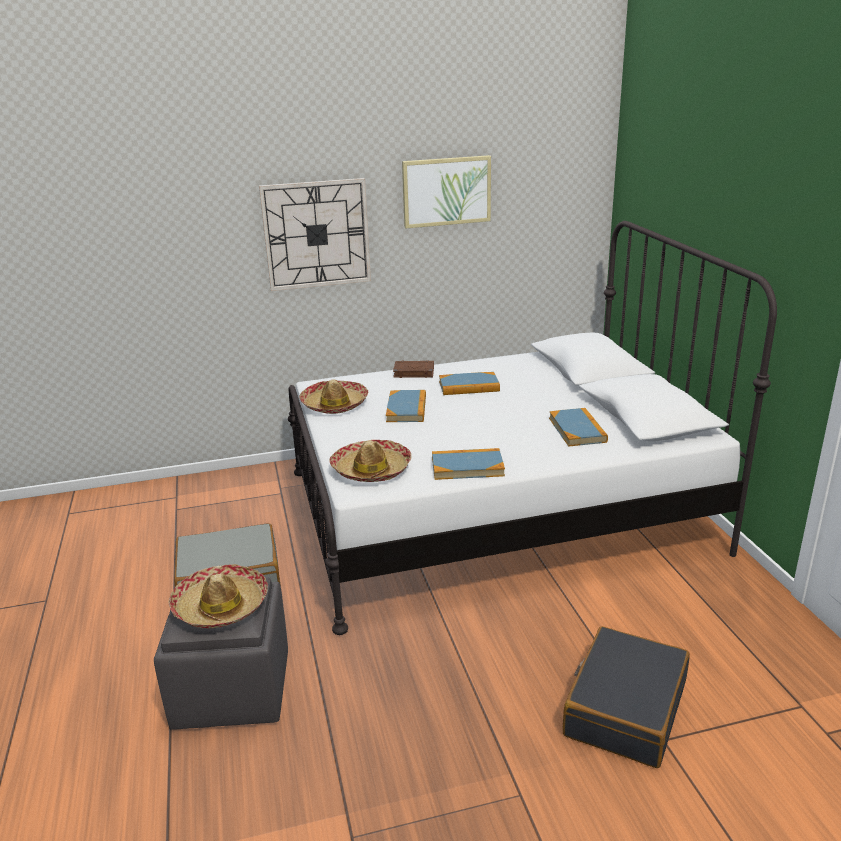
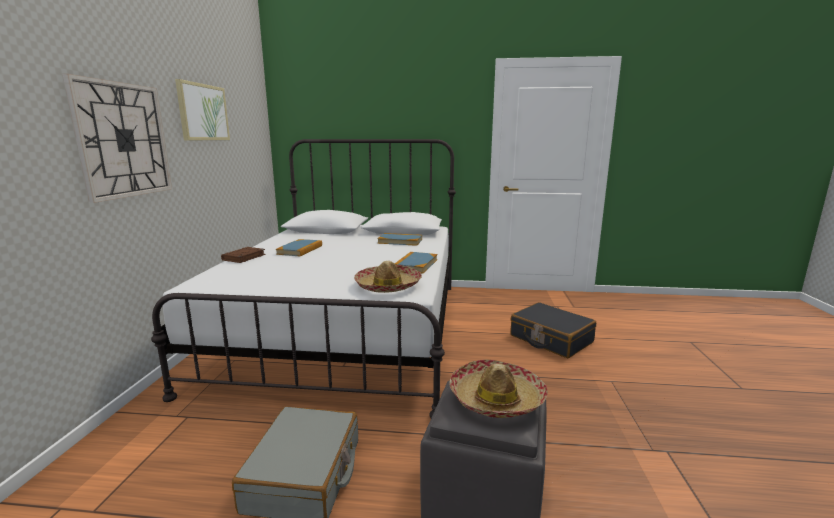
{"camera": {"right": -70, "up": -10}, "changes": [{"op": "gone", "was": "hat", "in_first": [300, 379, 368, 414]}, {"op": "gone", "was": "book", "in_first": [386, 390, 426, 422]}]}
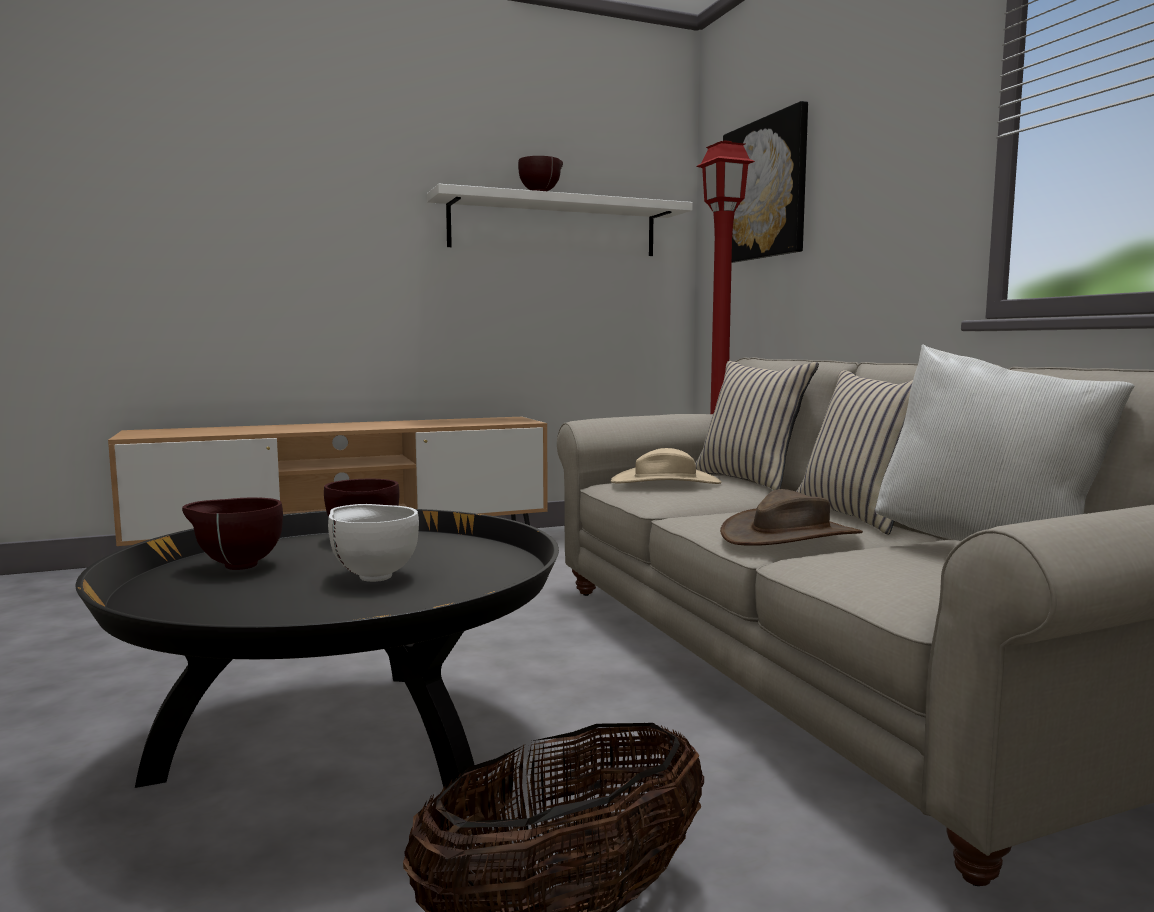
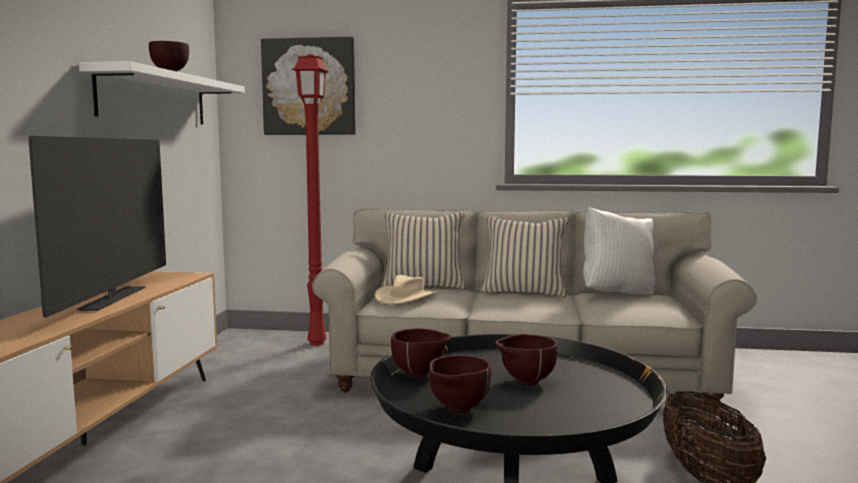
{"camera": {"right": -60, "up": 0}, "changes": [{"op": "repainted", "was": "bowl (white)", "now": "bowl (brown)", "in_first": [328, 504, 419, 582], "in_second": [495, 334, 558, 385]}, {"op": "gone", "was": "hat (brown)", "in_first": [720, 489, 863, 546]}, {"op": "new", "now": "television", "in_second": [29, 136, 166, 318]}]}
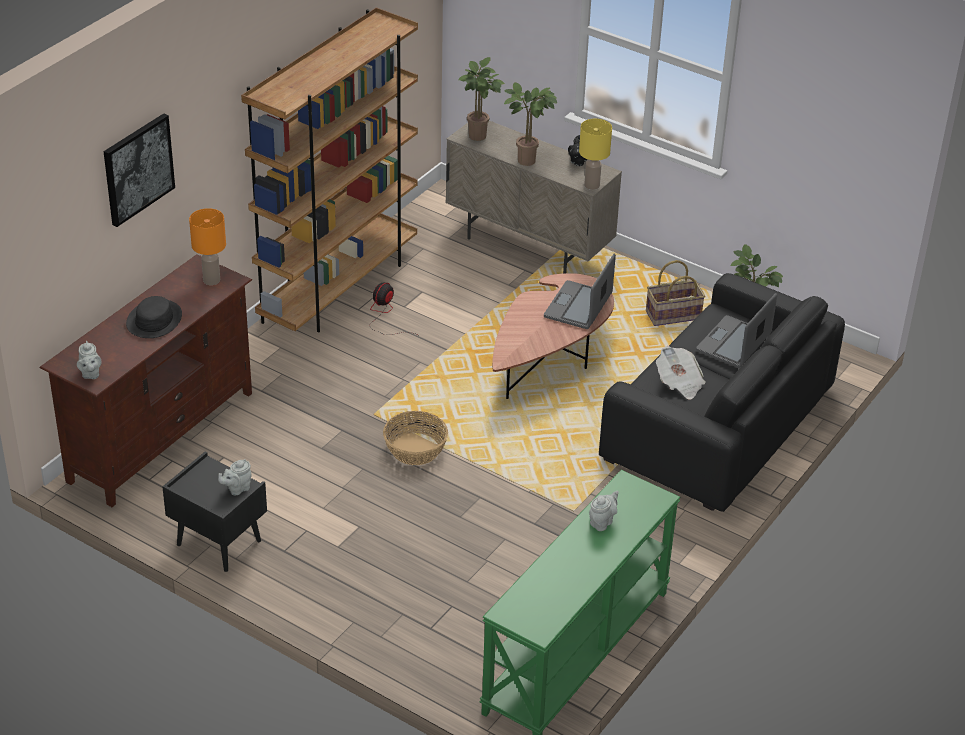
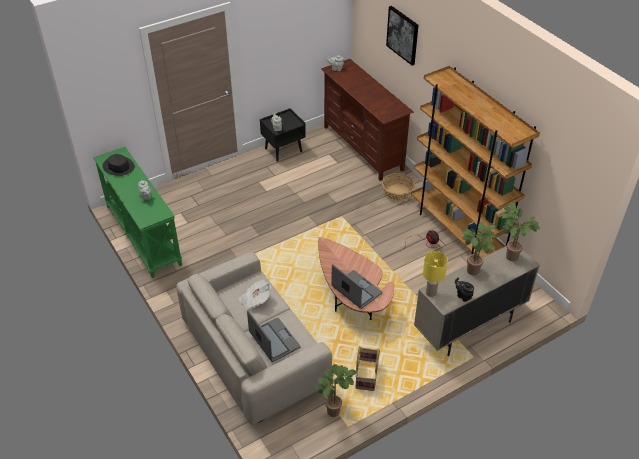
{"camera": {"right": 115, "up": 5}, "changes": [{"op": "shifted", "was": "hat (black)", "in_first": [126, 296, 182, 338], "in_second": [102, 154, 135, 176]}, {"op": "gone", "was": "table lamp (orange)", "in_first": [189, 208, 226, 285]}, {"op": "shifted", "was": "basket", "in_first": [383, 411, 448, 465], "in_second": [382, 173, 415, 200]}, {"op": "repainted", "was": "sofa (black)", "now": "sofa (beige)", "in_first": [599, 273, 845, 512], "in_second": [176, 252, 332, 425]}]}
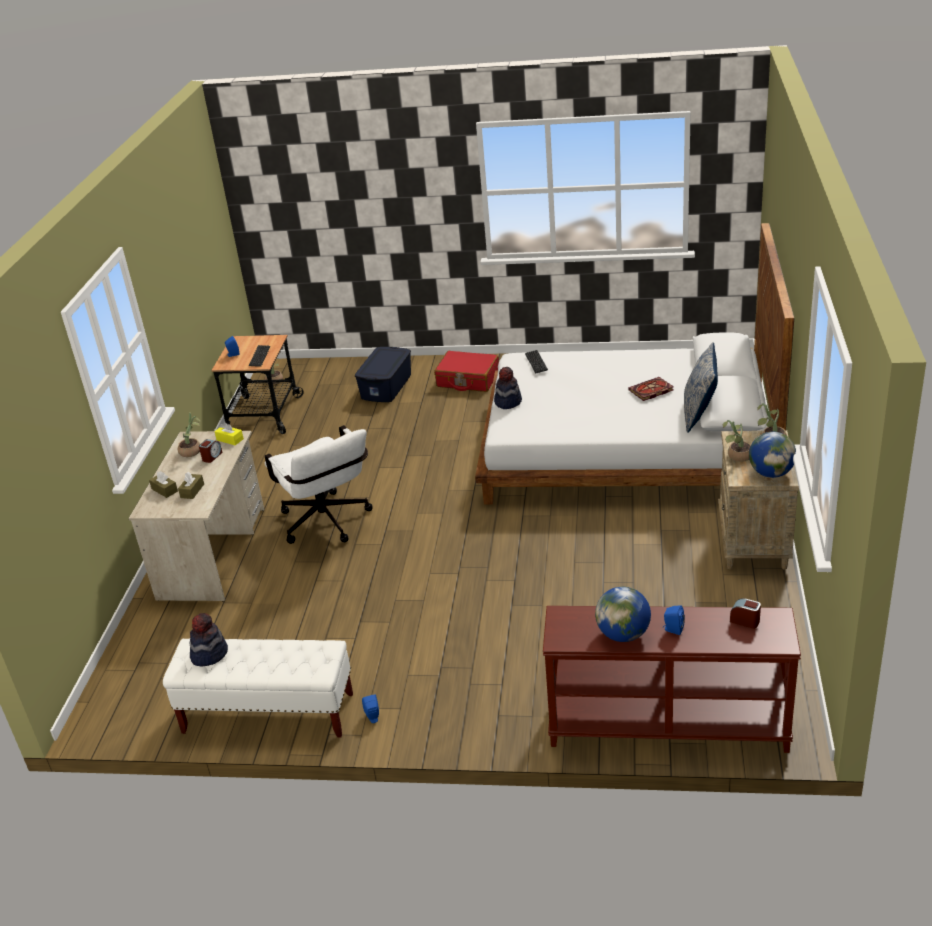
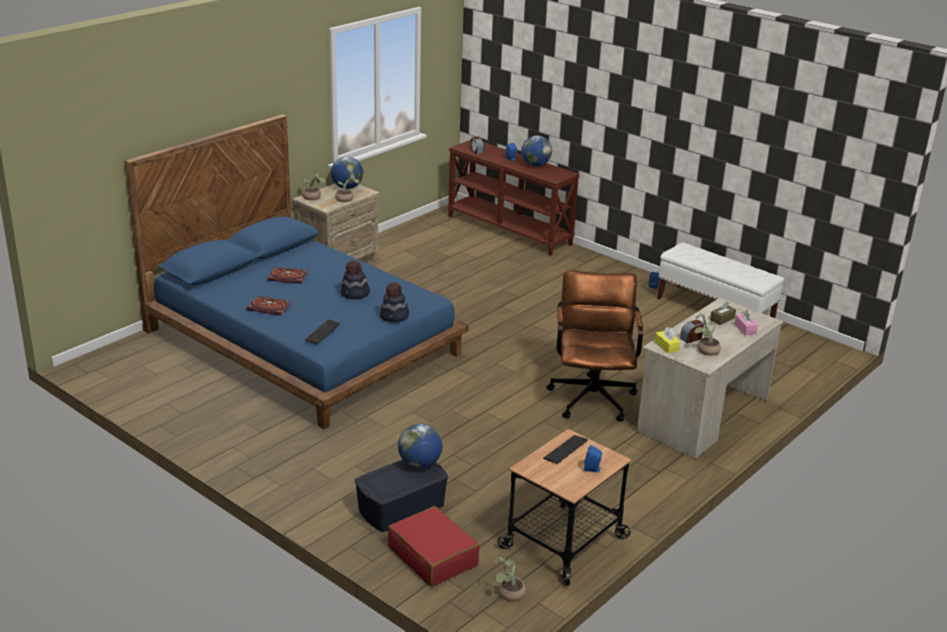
{"camera": {"right": -150, "up": -5}, "changes": [{"op": "repainted", "was": "tissue box (brown)", "now": "tissue box (pink)", "in_first": [149, 471, 178, 498], "in_second": [735, 311, 758, 335]}, {"op": "shifted", "was": "hat", "in_first": [190, 613, 228, 667], "in_second": [341, 260, 370, 299]}, {"op": "repainted", "was": "office chair (white)", "now": "office chair (brown)", "in_first": [265, 425, 373, 544], "in_second": [546, 270, 643, 422]}, {"op": "shifted", "was": "suitcase (red)", "in_first": [434, 351, 499, 392], "in_second": [388, 506, 480, 587]}, {"op": "repainted", "was": "bed (white)", "now": "bed (blue)", "in_first": [475, 223, 794, 504], "in_second": [125, 114, 469, 429]}, {"op": "gone", "was": "pillow", "in_first": [684, 342, 718, 433]}, {"op": "new", "now": "book", "in_second": [247, 296, 290, 315]}, {"op": "new", "now": "globe", "in_second": [398, 424, 442, 468]}]}
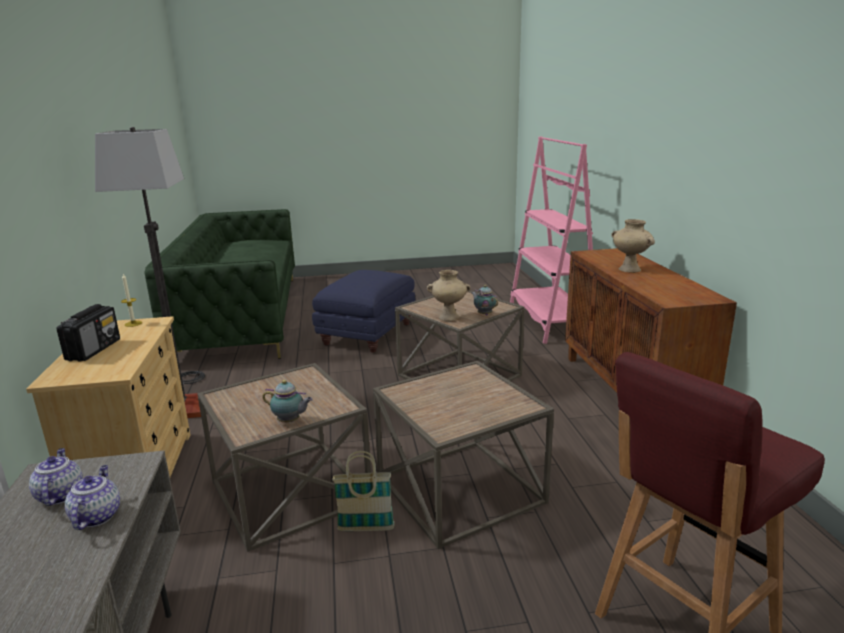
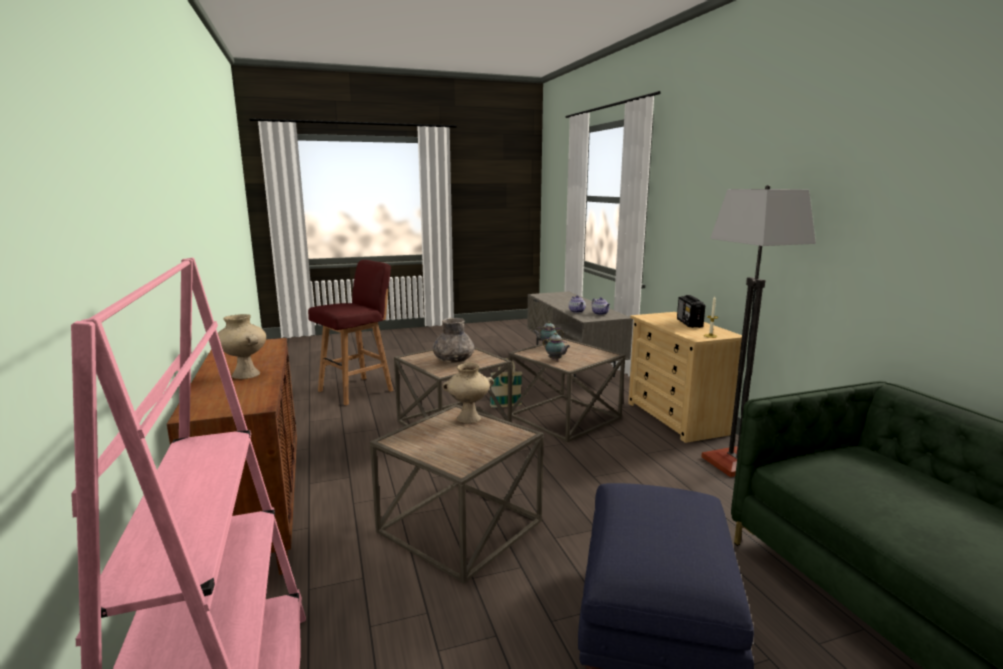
{"camera": {"right": 170, "up": -5}, "changes": [{"op": "shifted", "was": "teapot", "in_first": [471, 285, 498, 316], "in_second": [543, 333, 570, 360]}, {"op": "new", "now": "vase (grey)", "in_second": [432, 318, 475, 363]}]}
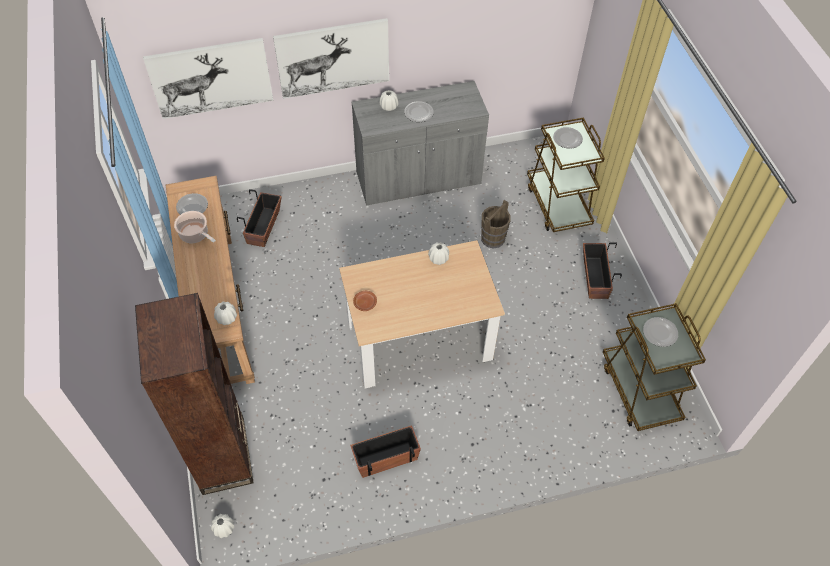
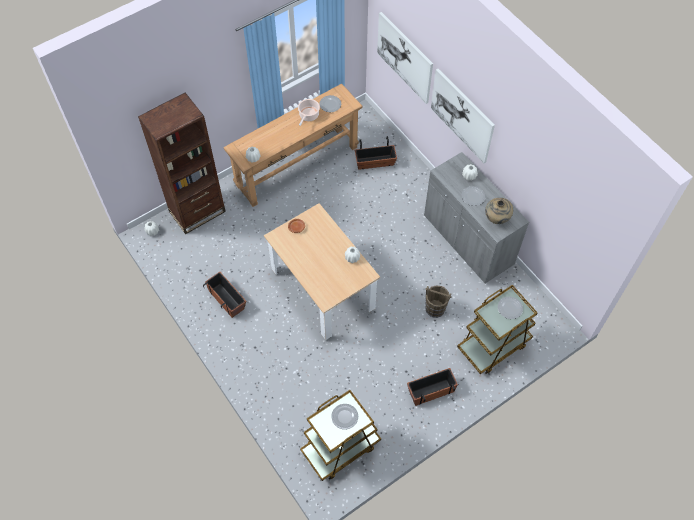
{"camera": {"right": 70, "up": 5}, "changes": [{"op": "new", "now": "vase (beige)", "in_second": [485, 198, 513, 224]}]}
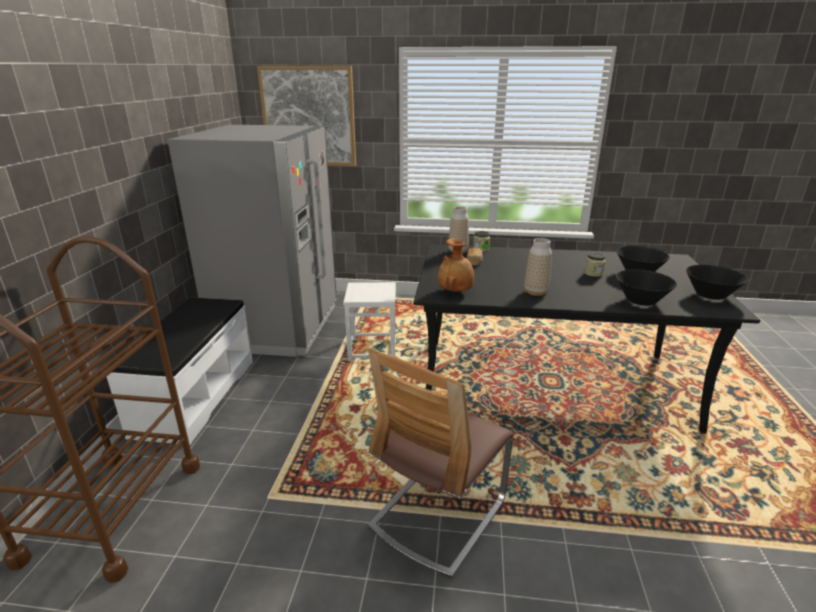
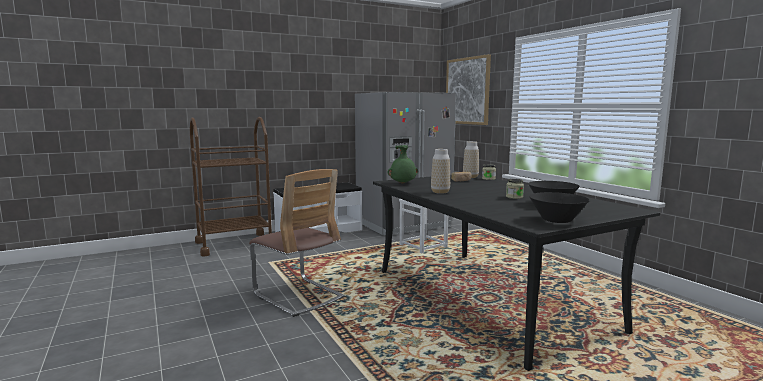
{"camera": {"right": 55, "up": -15}, "changes": [{"op": "rotated", "was": "chair", "in_first": [368, 349, 514, 578], "in_second": [249, 169, 344, 317], "clockwise": -135}, {"op": "repainted", "was": "vase (brown)", "now": "vase (green)", "in_first": [438, 238, 474, 292], "in_second": [387, 145, 418, 184]}, {"op": "gone", "was": "bowl (black)", "in_first": [616, 270, 677, 306]}]}
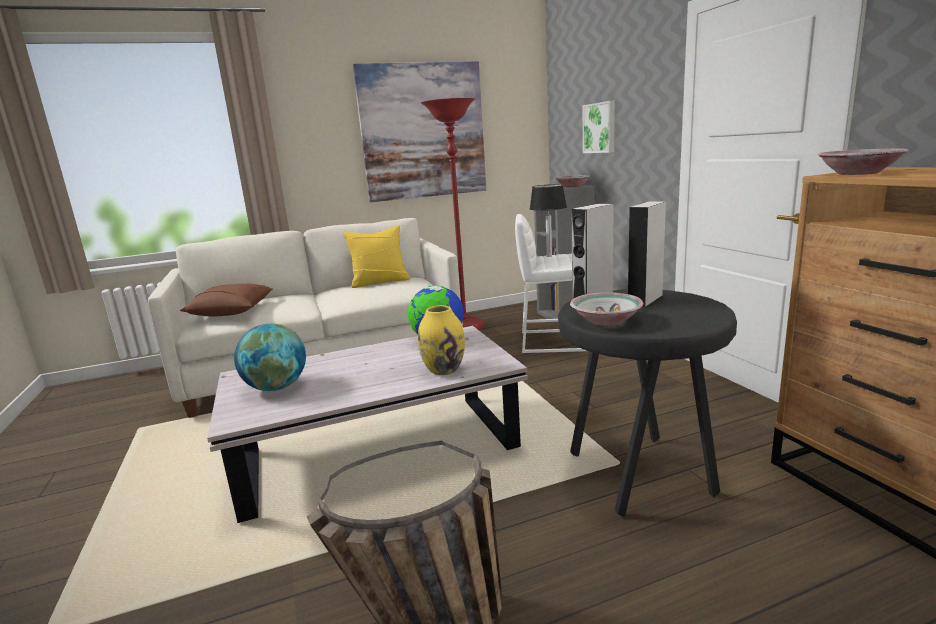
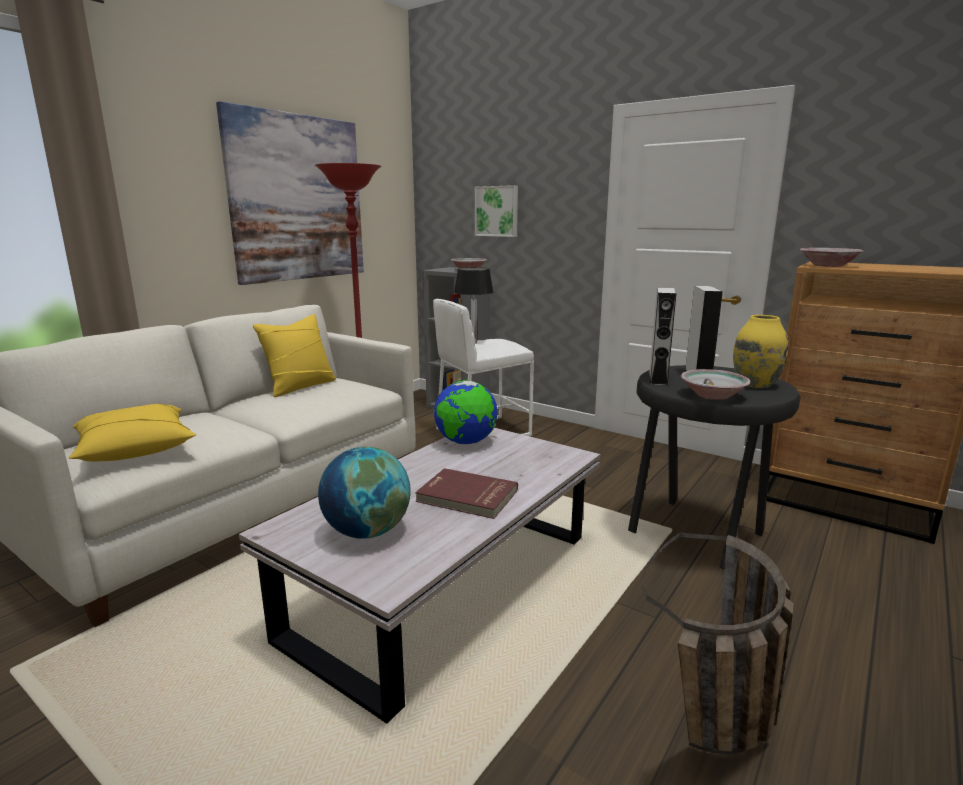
{"camera": {"right": -35, "up": 0}, "changes": [{"op": "repainted", "was": "pillow (brown)", "now": "pillow (yellow)", "in_first": [180, 283, 273, 316], "in_second": [69, 404, 196, 462]}, {"op": "shifted", "was": "vase (yellow)", "in_first": [418, 305, 465, 375], "in_second": [733, 315, 788, 388]}, {"op": "new", "now": "book (red)", "in_second": [415, 468, 518, 519]}]}
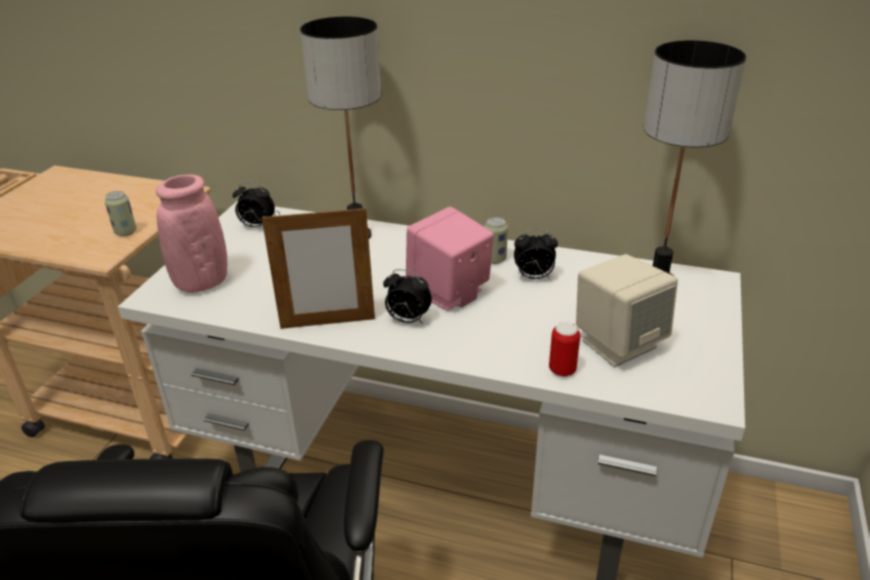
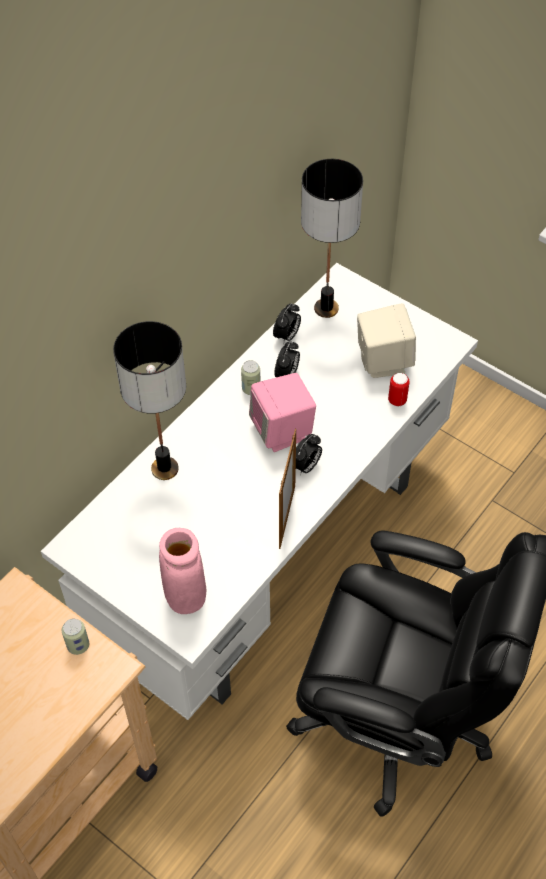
{"camera": {"right": -70, "up": 20}, "changes": [{"op": "shifted", "was": "alarm clock", "in_first": [232, 181, 275, 227], "in_second": [273, 303, 301, 344]}]}
